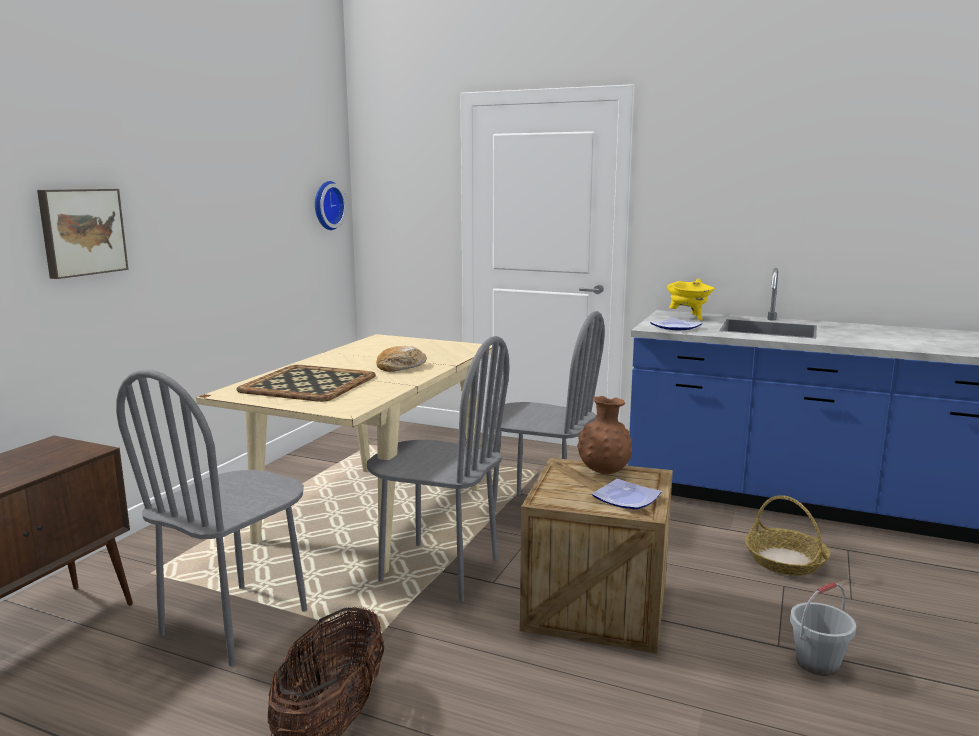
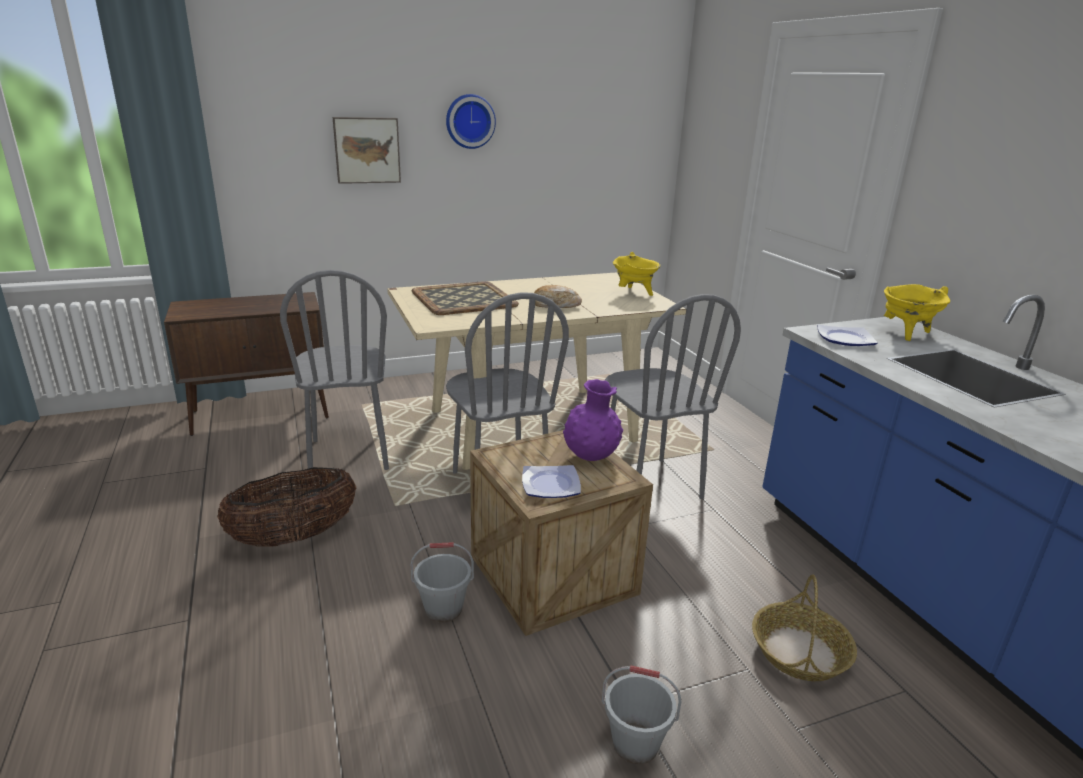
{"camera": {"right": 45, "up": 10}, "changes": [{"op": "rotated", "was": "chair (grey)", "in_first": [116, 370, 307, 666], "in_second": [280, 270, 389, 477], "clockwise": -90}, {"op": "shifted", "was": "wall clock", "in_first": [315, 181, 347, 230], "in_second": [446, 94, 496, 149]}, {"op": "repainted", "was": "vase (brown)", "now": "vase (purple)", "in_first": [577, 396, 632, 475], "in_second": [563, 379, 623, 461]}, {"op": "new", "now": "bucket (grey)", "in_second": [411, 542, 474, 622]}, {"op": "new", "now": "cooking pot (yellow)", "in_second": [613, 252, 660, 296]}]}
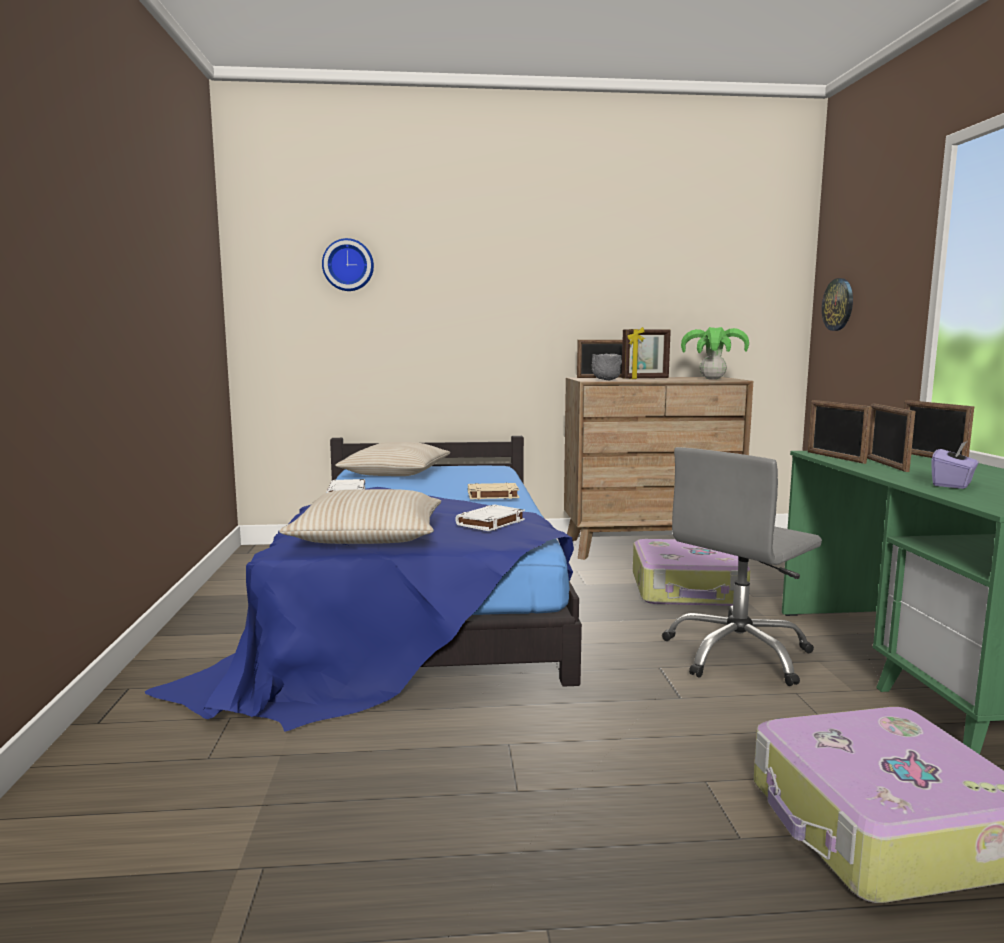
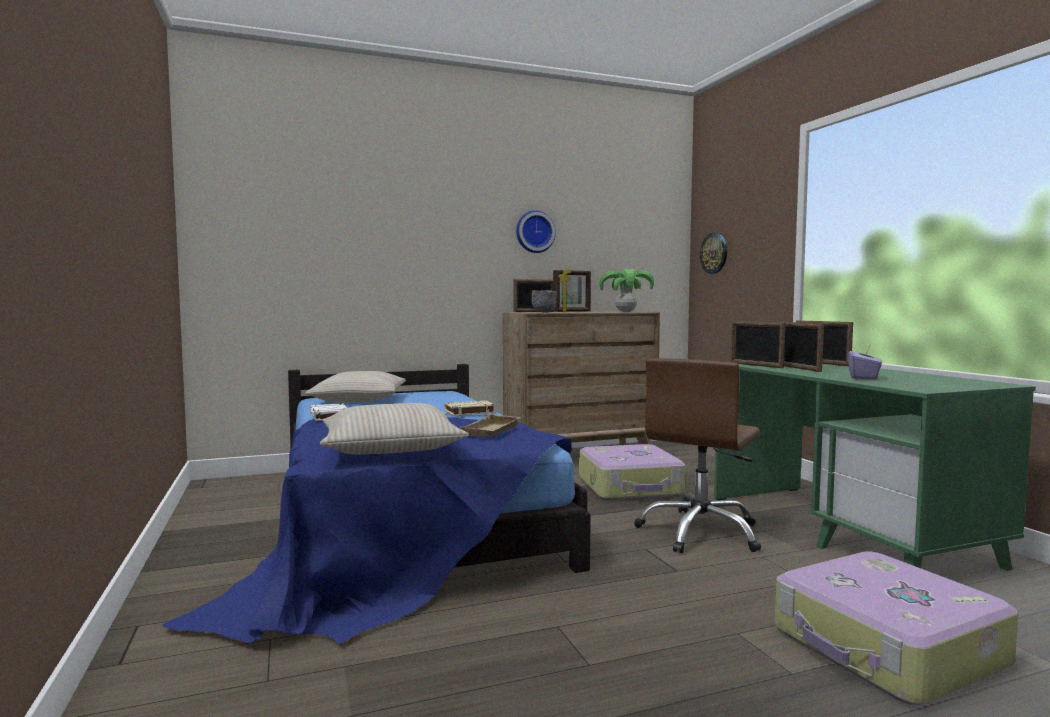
{"camera": {"right": -15, "up": -5}, "changes": [{"op": "shifted", "was": "wall clock", "in_first": [322, 238, 374, 291], "in_second": [516, 210, 556, 253]}, {"op": "swapped", "was": "book (white)", "now": "tray (beige)", "in_first": [455, 505, 525, 531], "in_second": [461, 414, 521, 437]}, {"op": "repainted", "was": "office chair (grey)", "now": "office chair (brown)", "in_first": [662, 447, 822, 686], "in_second": [634, 358, 761, 553]}]}
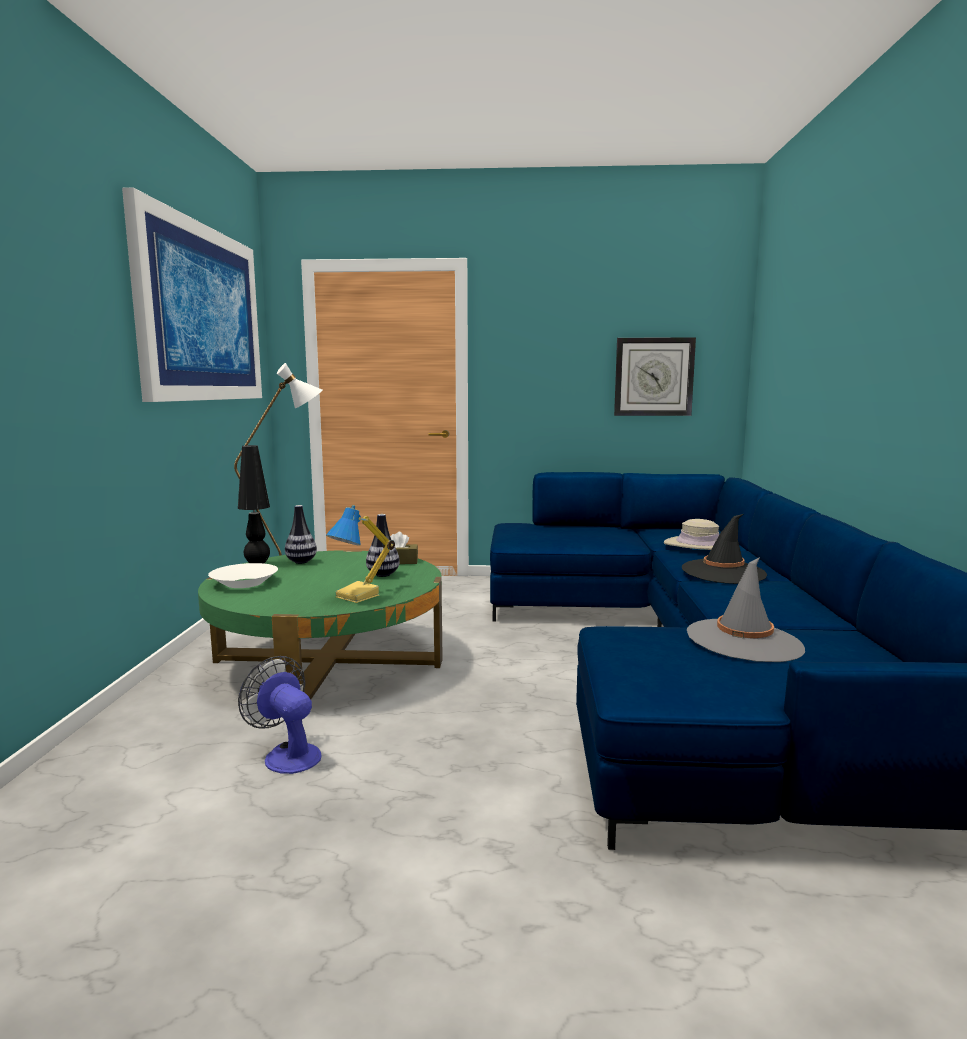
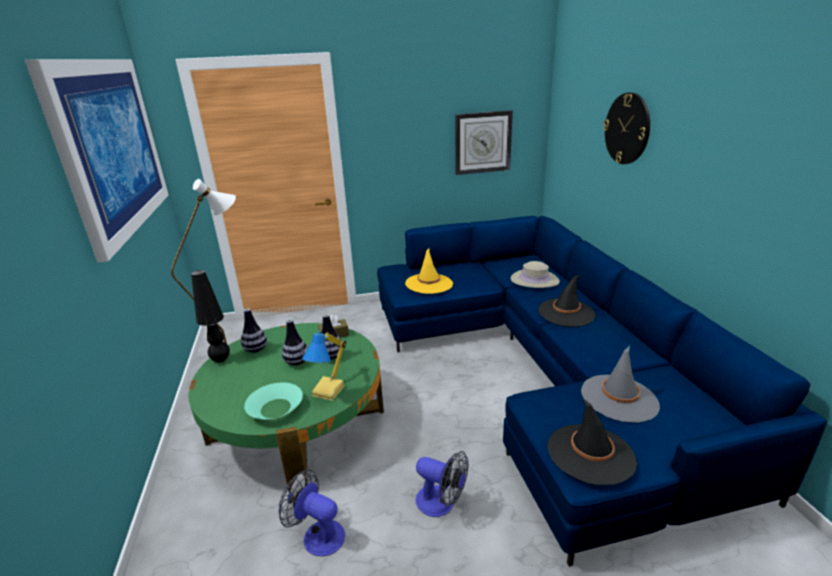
{"camera": {"right": -15, "up": 15}, "changes": [{"op": "gone", "was": "bowl (white)", "in_first": [208, 563, 278, 588]}, {"op": "new", "now": "bowl (turquoise)", "in_second": [244, 383, 303, 419]}, {"op": "new", "now": "vase", "in_second": [282, 319, 308, 366]}, {"op": "new", "now": "hat (yellow)", "in_second": [405, 247, 453, 294]}, {"op": "new", "now": "fan", "in_second": [416, 451, 468, 517]}, {"op": "new", "now": "hat (black)", "in_second": [547, 398, 637, 485]}, {"op": "new", "now": "wall clock", "in_second": [603, 93, 650, 164]}]}
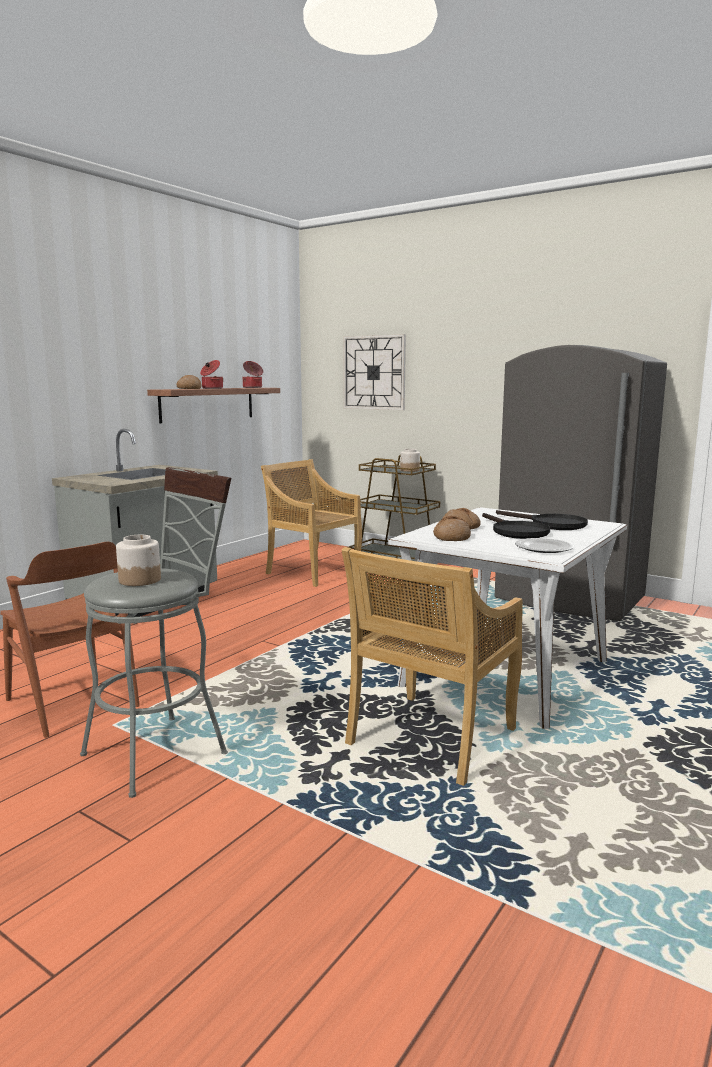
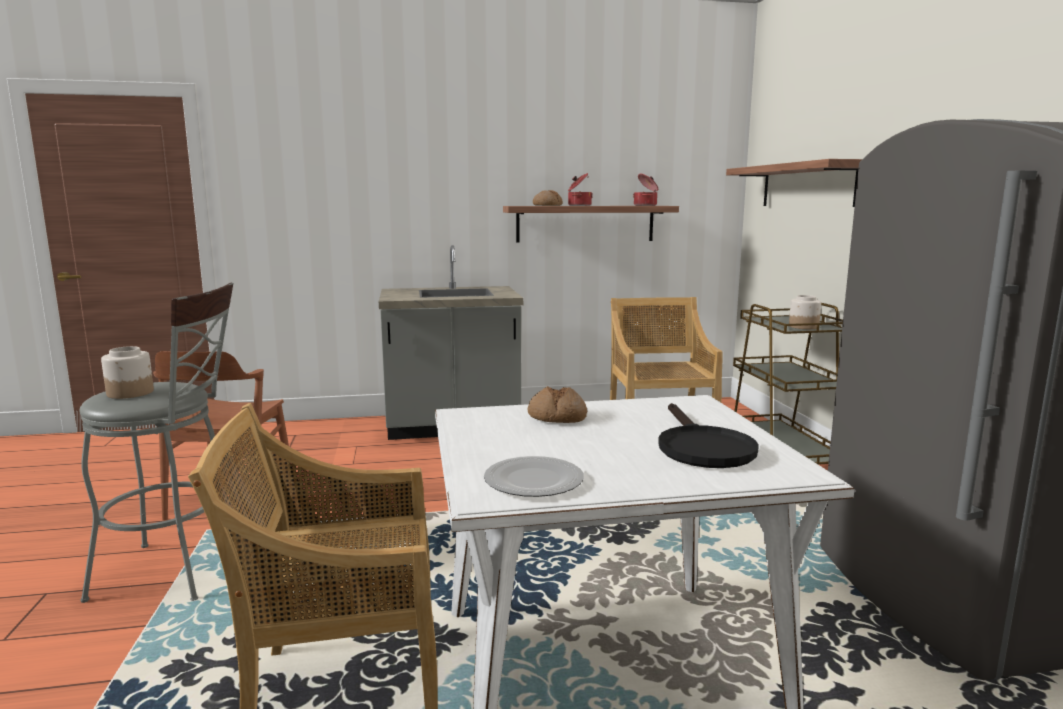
{"camera": {"right": 45, "up": 0}, "changes": [{"op": "swapped", "was": "wall clock", "now": "shelf", "in_first": [343, 334, 406, 410], "in_second": [726, 159, 862, 207]}, {"op": "gone", "was": "bread", "in_first": [433, 516, 471, 541]}, {"op": "gone", "was": "frying pan (black)", "in_first": [482, 513, 550, 539]}]}
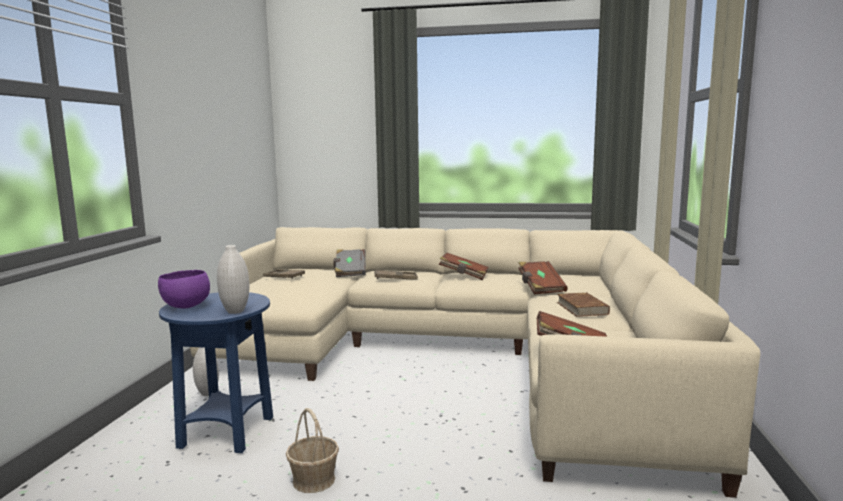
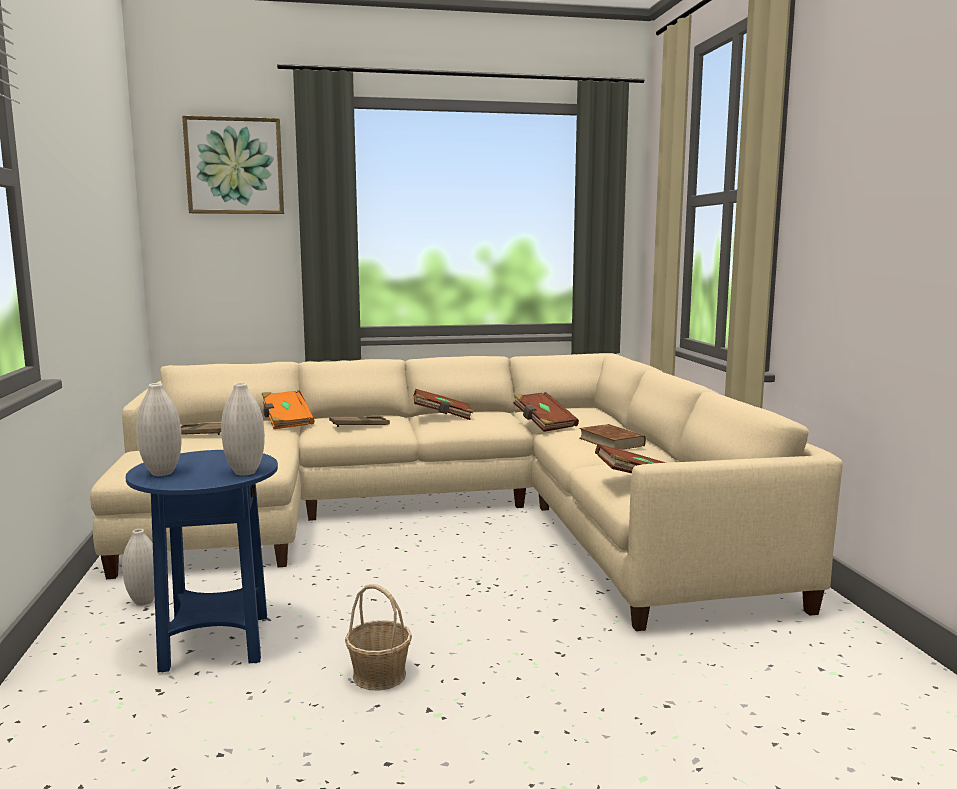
{"camera": {"right": -20, "up": 0}, "changes": [{"op": "swapped", "was": "bowl (purple)", "now": "vase (white)", "in_first": [158, 270, 210, 309], "in_second": [136, 383, 182, 476]}, {"op": "repainted", "was": "book (grey)", "now": "book (orange)", "in_first": [333, 249, 366, 277], "in_second": [262, 390, 315, 429]}, {"op": "new", "now": "picture", "in_second": [182, 116, 284, 214]}]}
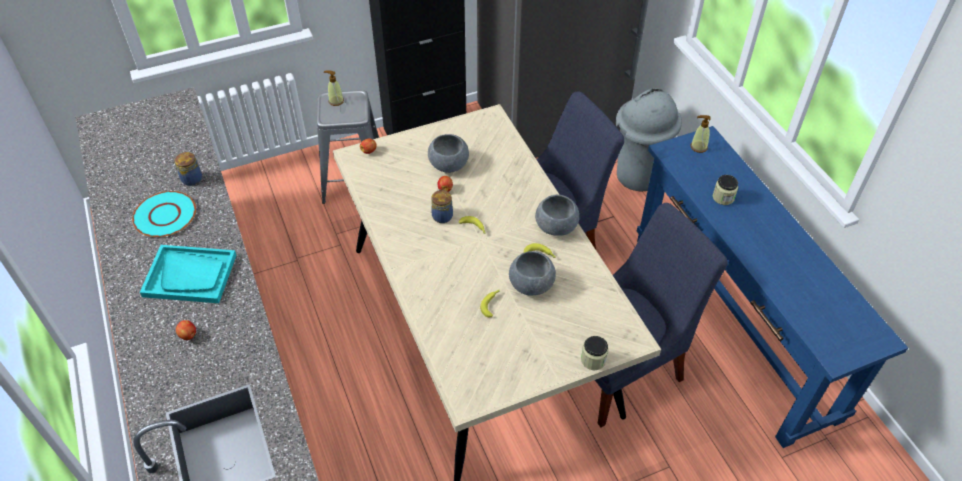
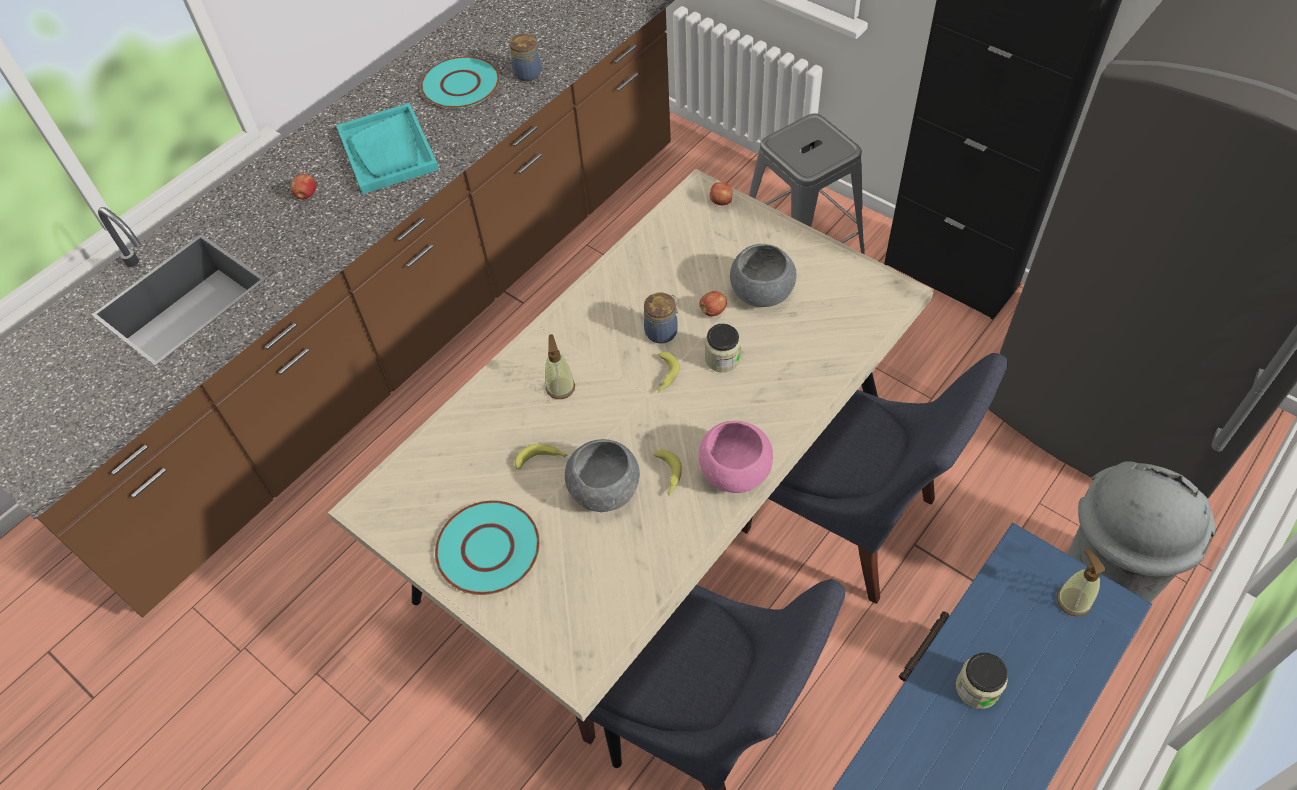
{"camera": {"right": 65, "up": 5}, "changes": [{"op": "shifted", "was": "soap dispenser", "in_first": [324, 70, 344, 106], "in_second": [545, 334, 575, 399]}, {"op": "repainted", "was": "bowl (grey)", "now": "bowl (pink)", "in_first": [535, 195, 579, 236], "in_second": [698, 421, 773, 493]}, {"op": "shifted", "was": "jar", "in_first": [581, 336, 608, 370], "in_second": [705, 324, 741, 372]}, {"op": "new", "now": "plate (turquoise)", "in_second": [435, 500, 540, 595]}]}
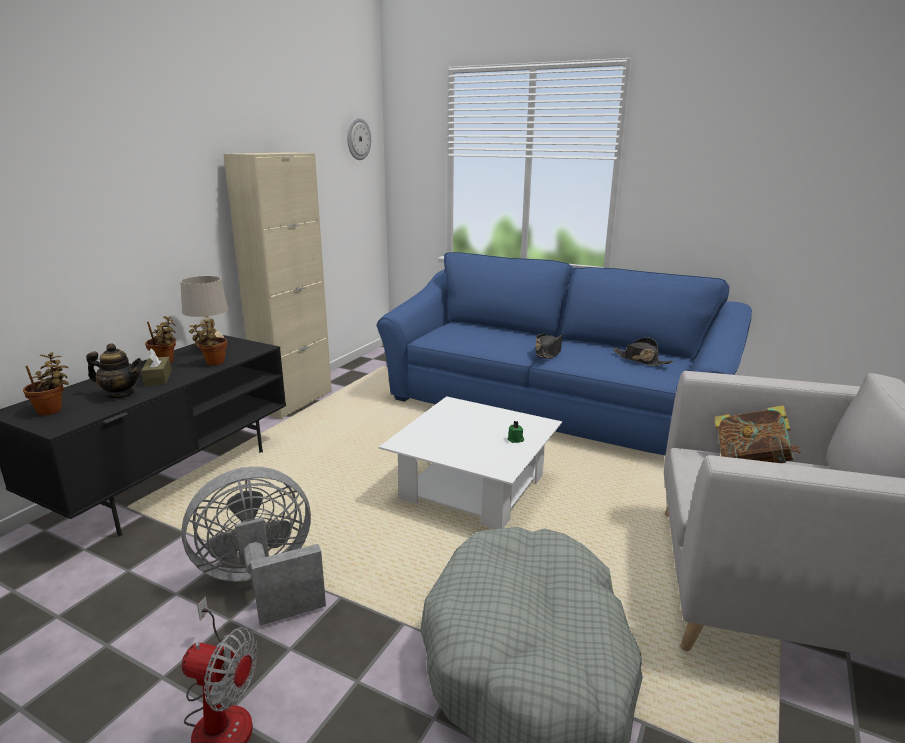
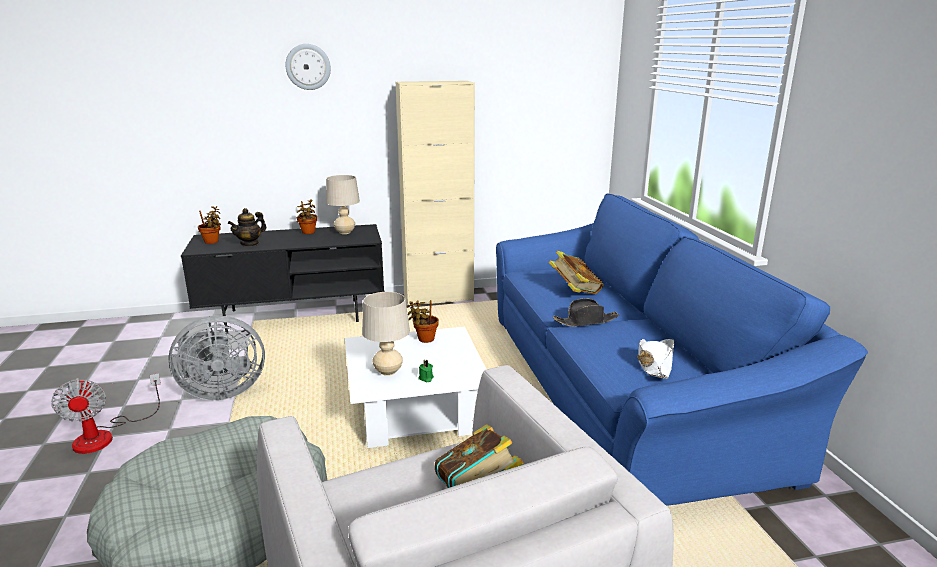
{"camera": {"right": 50, "up": 0}, "changes": [{"op": "rotated", "was": "teapot", "in_first": [86, 343, 142, 399], "in_second": [228, 208, 266, 247], "clockwise": 75}, {"op": "gone", "was": "tissue box (brown)", "in_first": [141, 349, 172, 386]}, {"op": "rotated", "was": "fan (grey)", "in_first": [181, 467, 326, 626], "in_second": [168, 316, 265, 400], "clockwise": 135}, {"op": "shifted", "was": "potted plant", "in_first": [189, 320, 227, 366], "in_second": [407, 300, 439, 343]}, {"op": "shifted", "was": "wall clock", "in_first": [347, 118, 371, 160], "in_second": [285, 44, 331, 90]}, {"op": "repainted", "was": "hat (black)", "now": "hat (white)", "in_first": [613, 337, 673, 366], "in_second": [637, 339, 674, 379]}, {"op": "new", "now": "table lamp (beige)", "in_second": [362, 292, 410, 376]}, {"op": "new", "now": "book", "in_second": [549, 251, 604, 294]}]}
